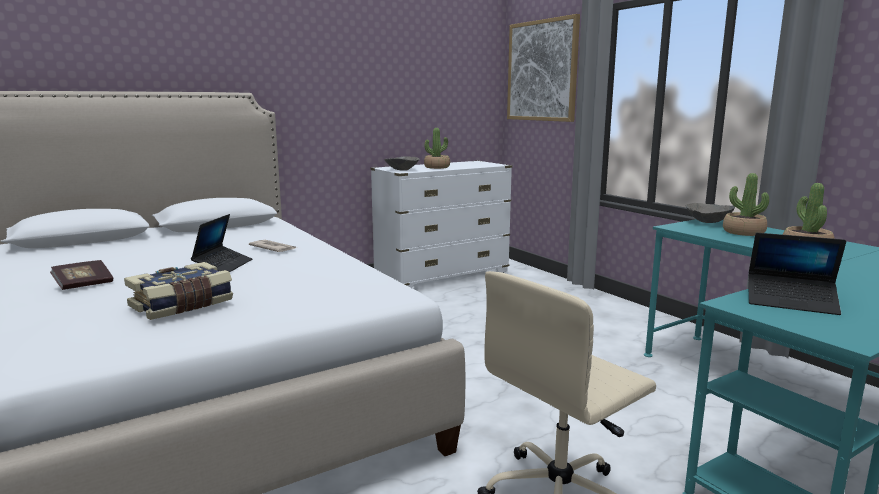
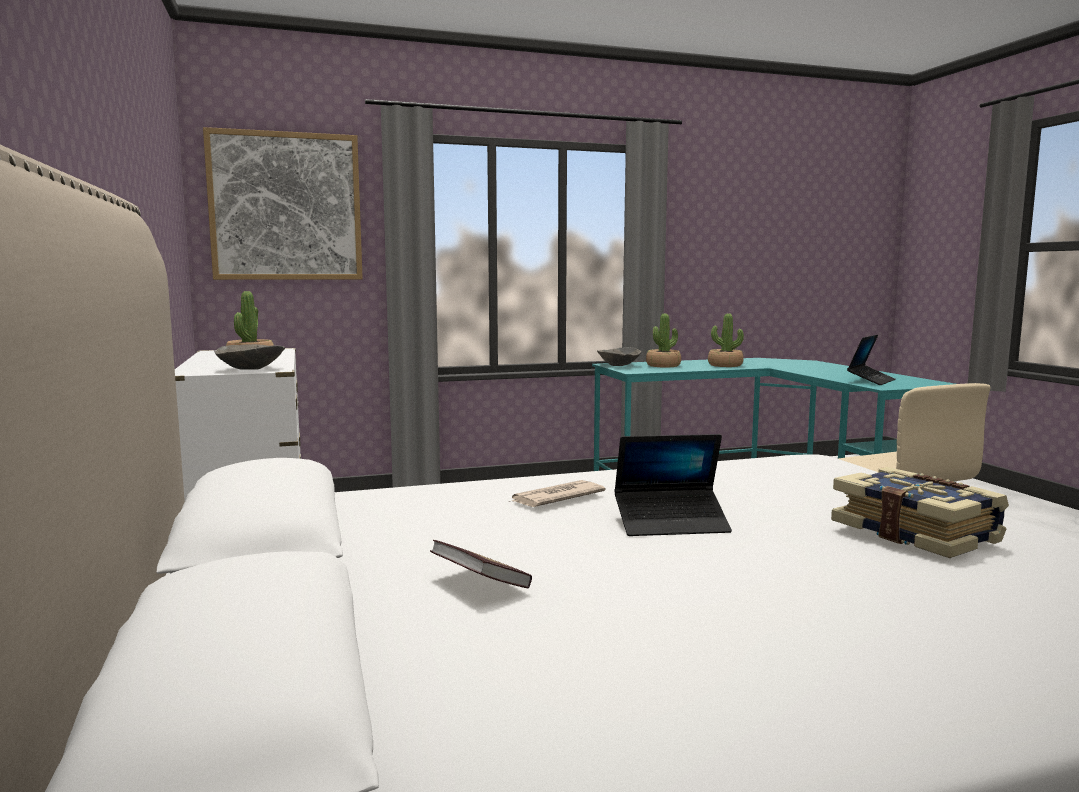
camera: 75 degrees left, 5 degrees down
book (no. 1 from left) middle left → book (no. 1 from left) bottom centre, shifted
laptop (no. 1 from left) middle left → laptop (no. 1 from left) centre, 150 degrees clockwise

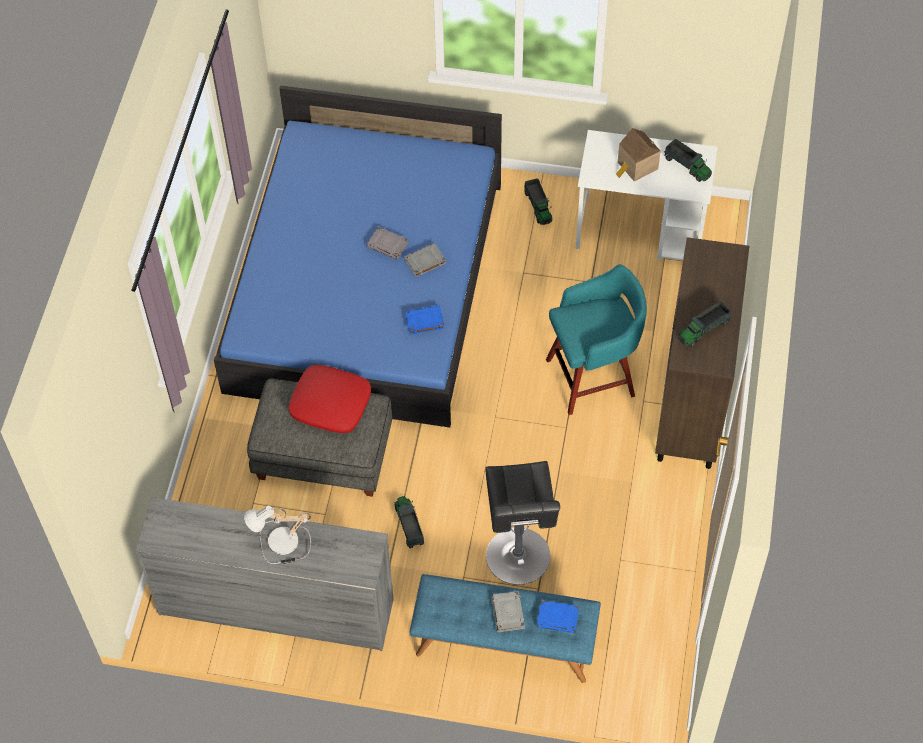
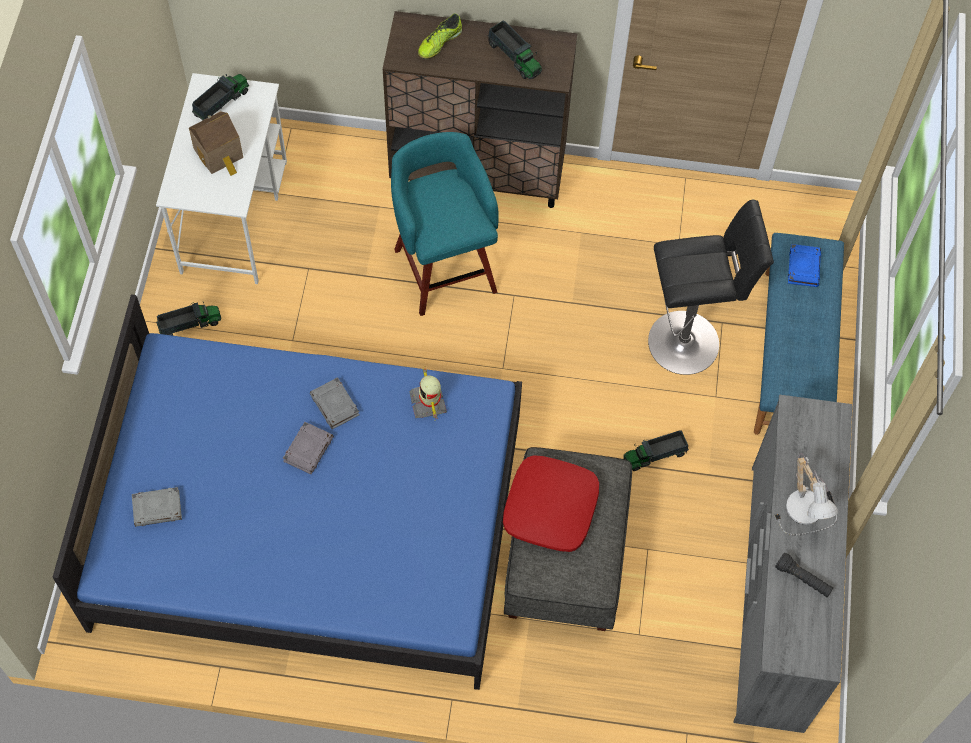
camera: 95 degrees left, 5 degrees up
blue book (no. 1 from left) centre → toy robot centre
grey book (no. 3 from left in the first image) bottom centre → grey book (no. 1 from left) bottom left, shifted
- → shoe top centre
- → black flashlight bottom right

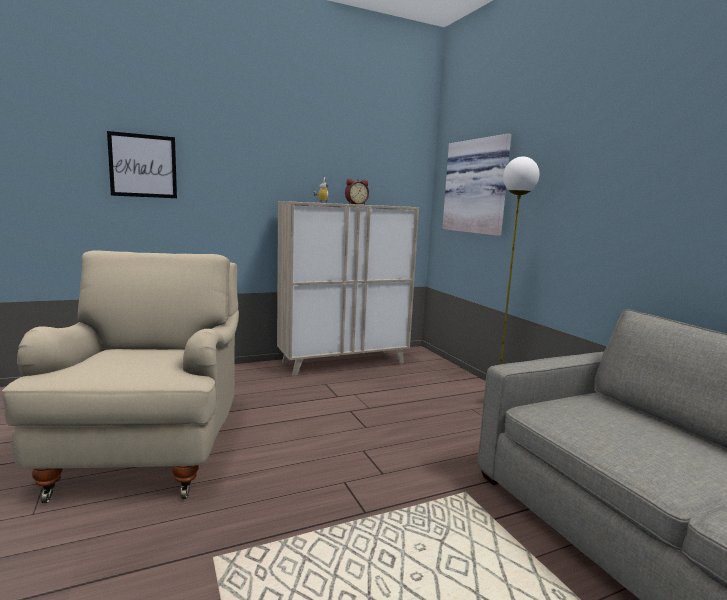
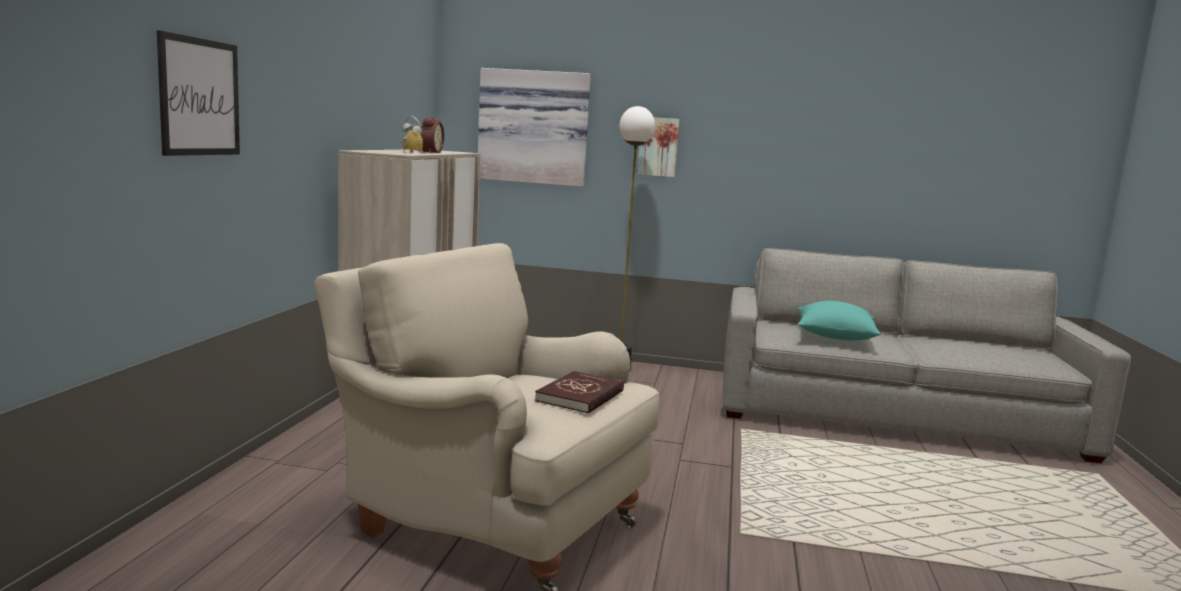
camera: 55 degrees left, 0 degrees up
- → red book centre
- → picture (no. 3 from left) top centre
- → turquoise pillow middle right

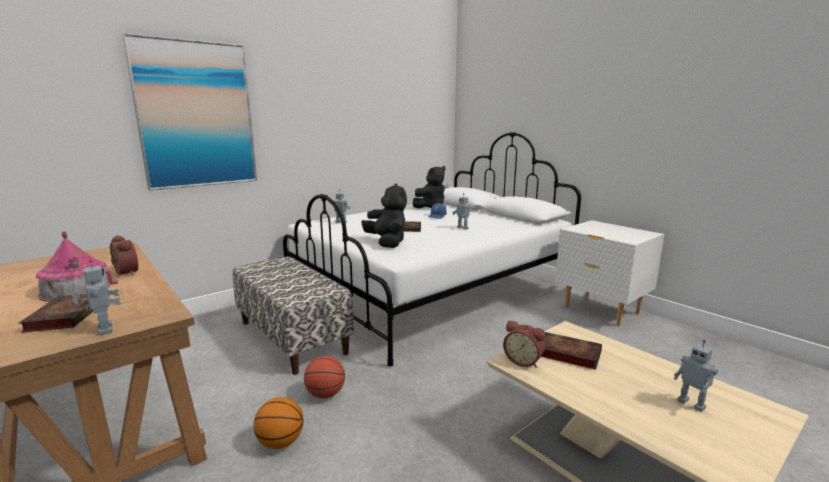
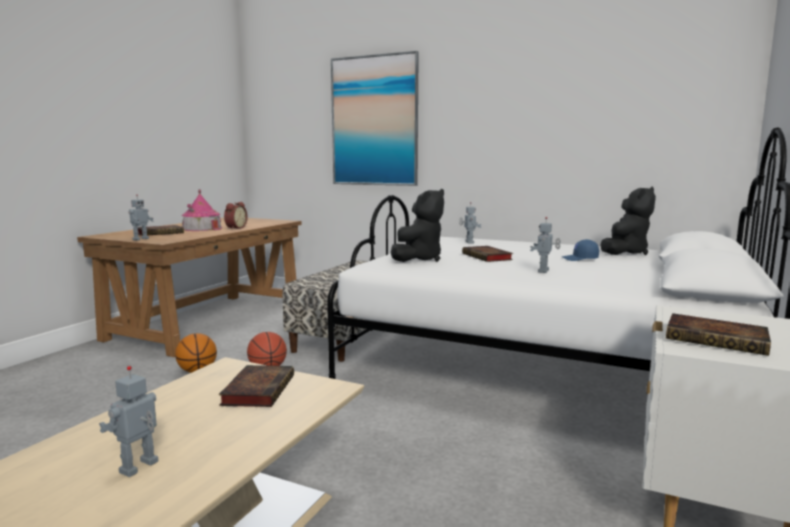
camera: 65 degrees right, 5 degrees down
black plush toy (no. 2 from left) centre → black plush toy (no. 2 from left) middle right, 75 degrees counterclockwise
alarm clock (no. 2 from left) bottom centre → -
- → book (no. 4 from left) middle right

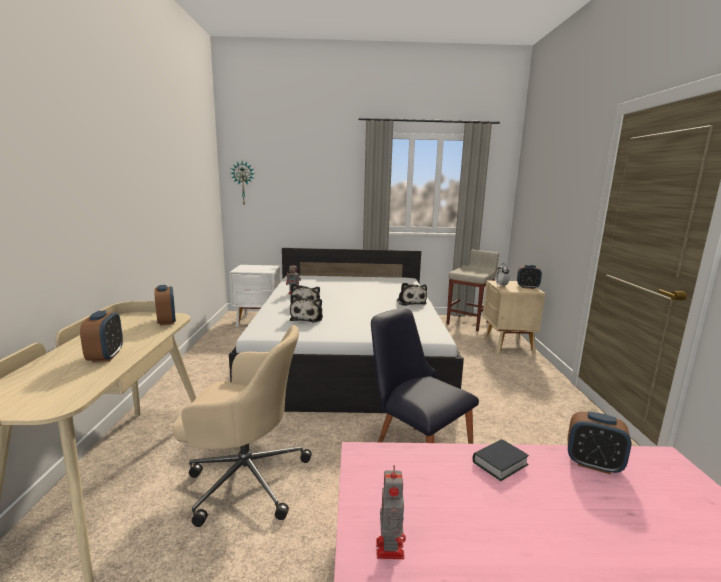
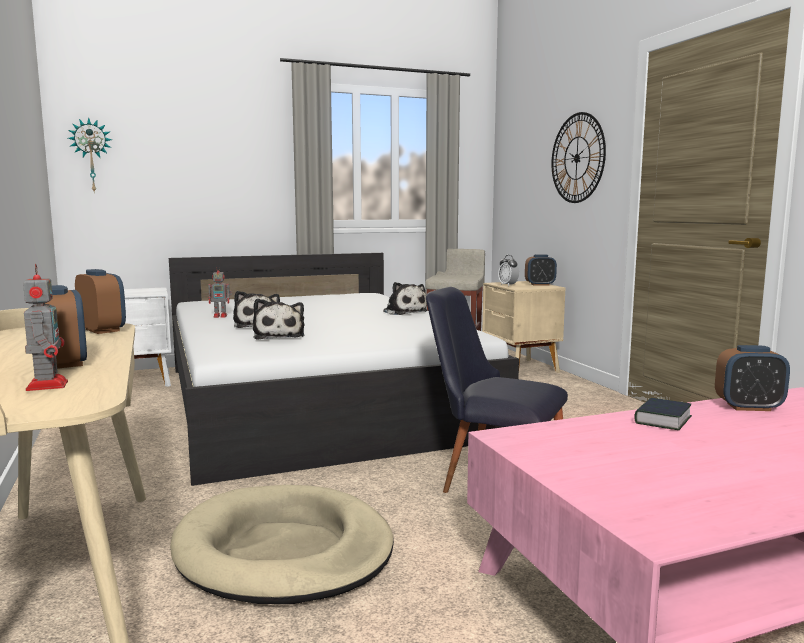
camera: 20 degrees left, 5 degrees down
beige office chair bottom centre → beige dog bed bottom centre
toy robot (no. 2 from left in the first image) bottom centre → toy robot (no. 1 from left) middle left, shifted
- → wall clock (no. 2 from left) top right

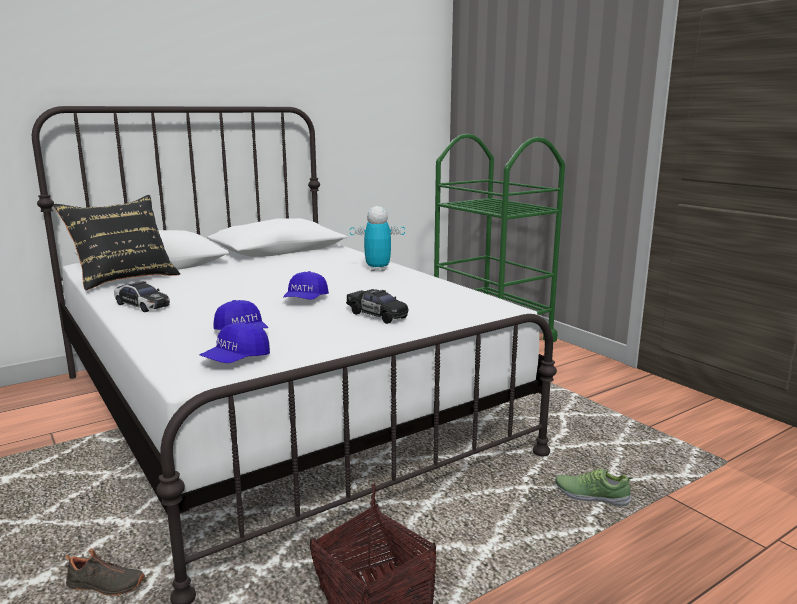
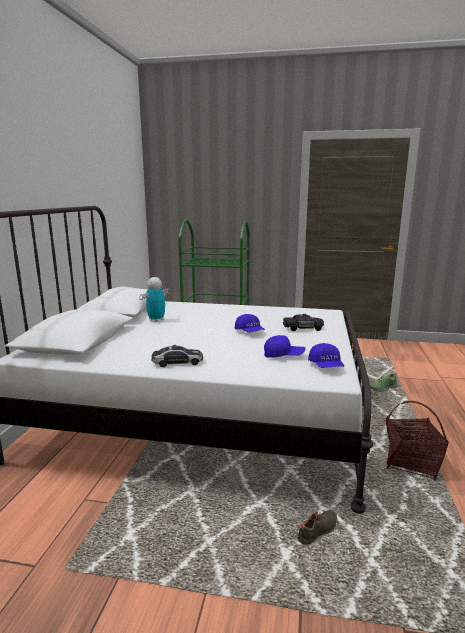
camera: 45 degrees left, 0 degrees up
black pillow middle left → -
toy robot centre → toy robot middle left, shifted

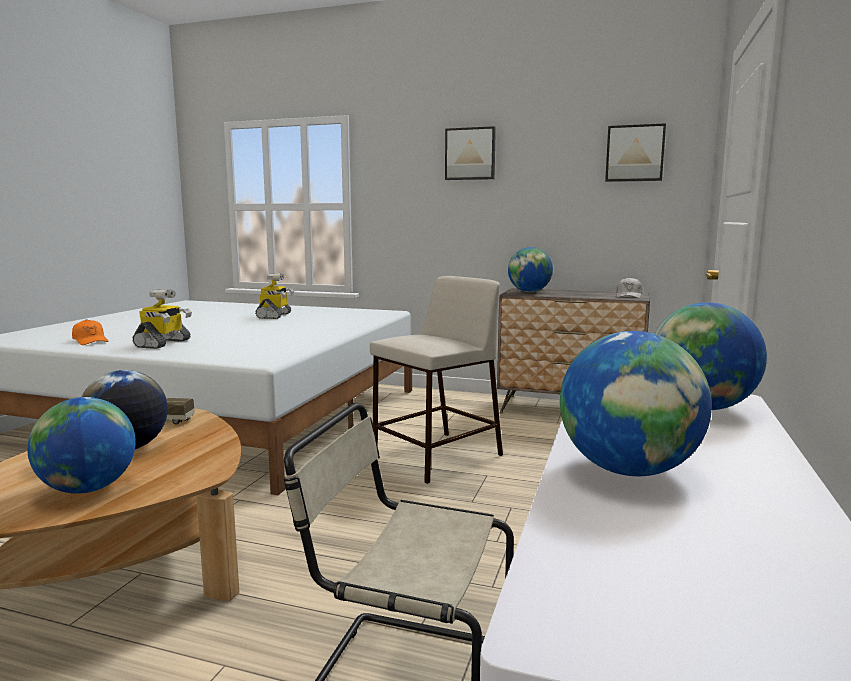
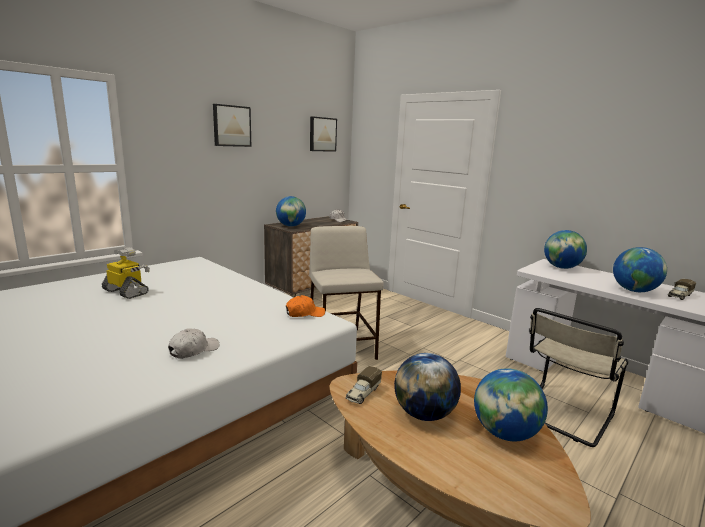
camera: 65 degrees left, 5 degrees up
orange cap middle left → orange cap centre, shifted
toy robot (no. 1 from left) middle left → white cap (no. 1 from left) middle left
- → toy truck (no. 2 from left) middle right

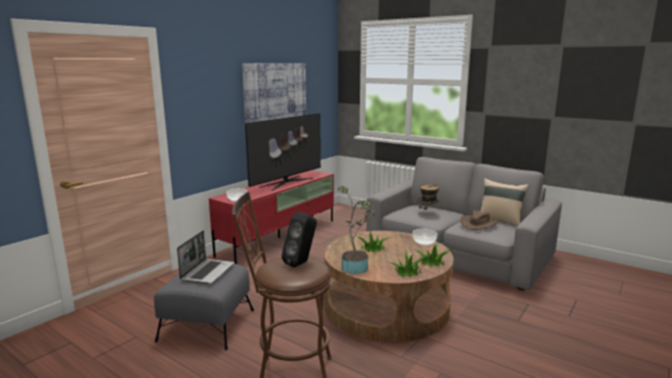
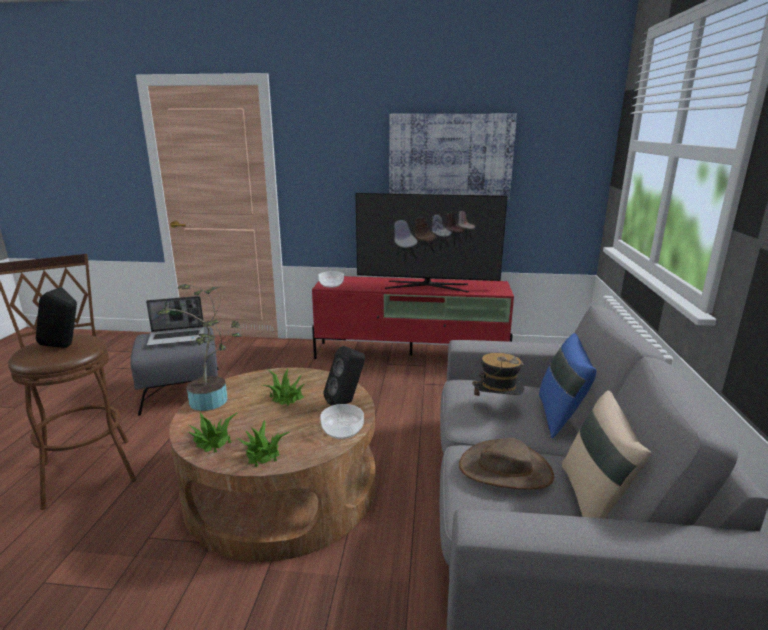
camera: 60 degrees right, 5 degrees up
- → black speaker (no. 2 from left) centre
- → blue pillow middle right

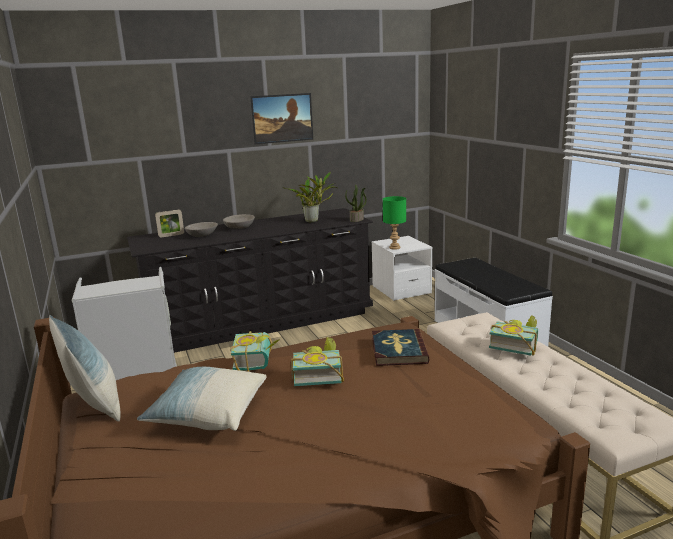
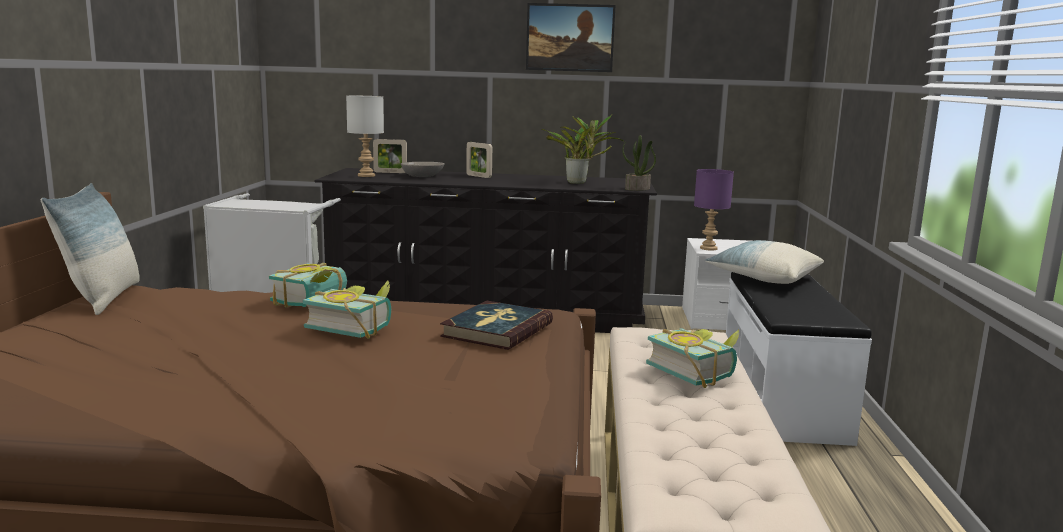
camera: 25 degrees right, 5 degrees down
pillow (no. 2 from left) bottom left → pillow (no. 2 from left) middle right, shifted
grey bowl (no. 2 from left) centre → picture frame (no. 2 from left) top centre
green table lamp centre → purple table lamp middle right
- → grey table lamp top centre

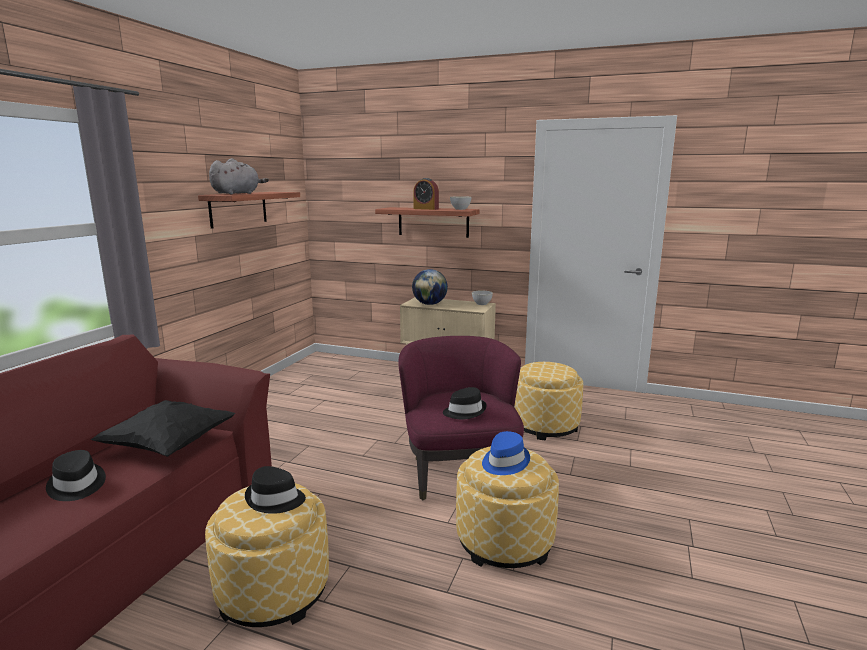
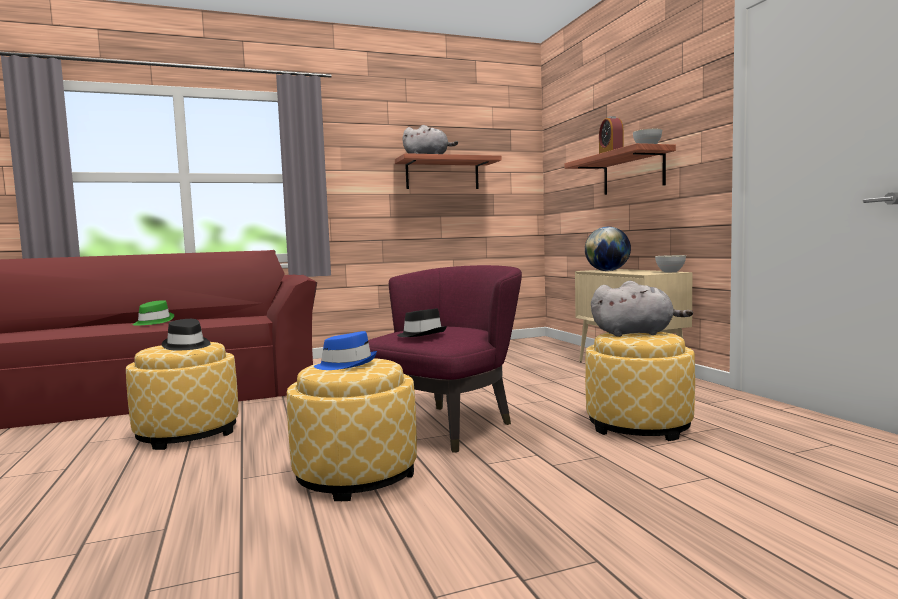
camera: 50 degrees right, 10 degrees down
black hat (no. 1 from left) bottom left → green hat middle left
black pillow middle left → -
- → grey plush toy (no. 2 from left) middle right

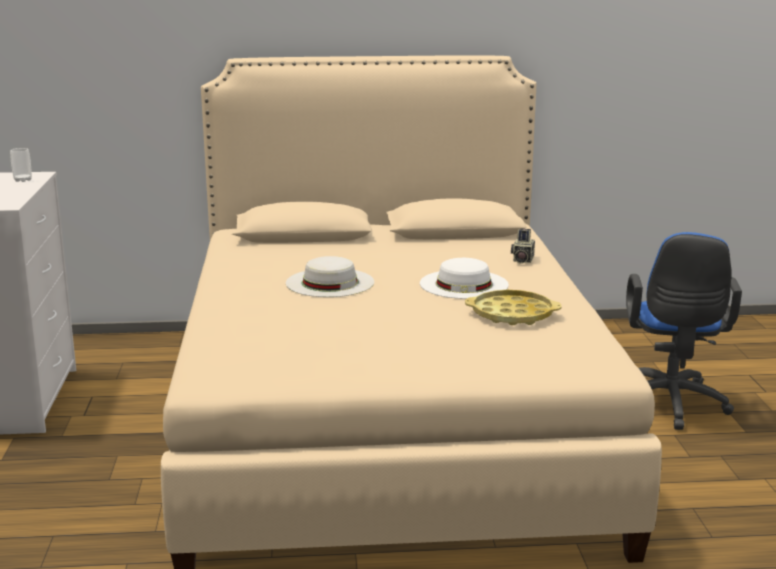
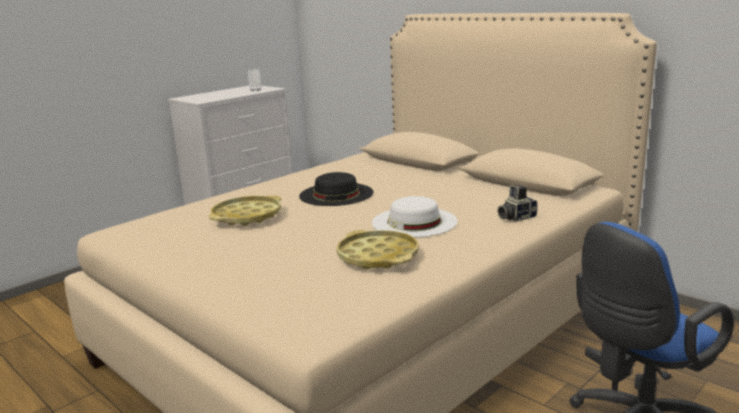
camera: 50 degrees right, 0 degrees up
white hat (no. 1 from left) centre → black hat centre
- → yellow tray (no. 1 from left) middle left

